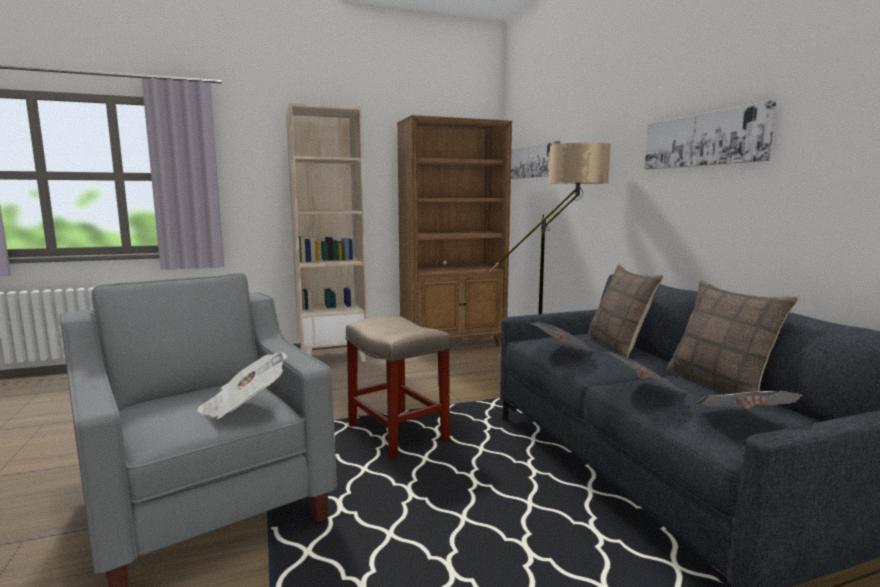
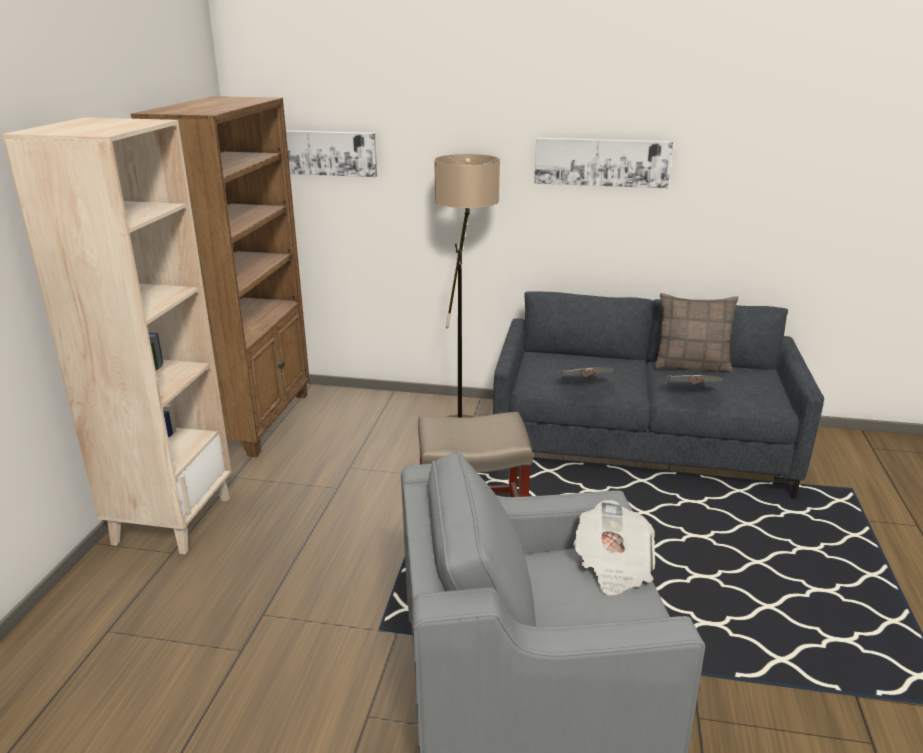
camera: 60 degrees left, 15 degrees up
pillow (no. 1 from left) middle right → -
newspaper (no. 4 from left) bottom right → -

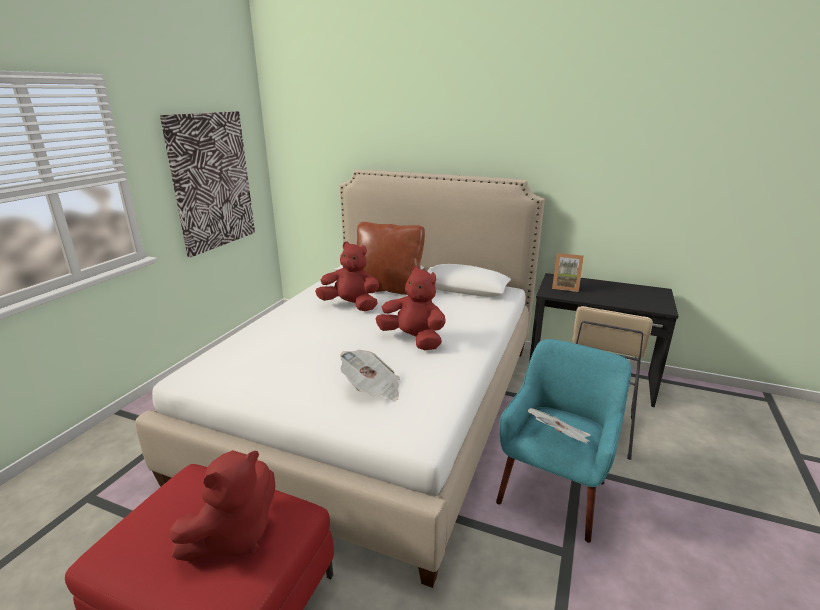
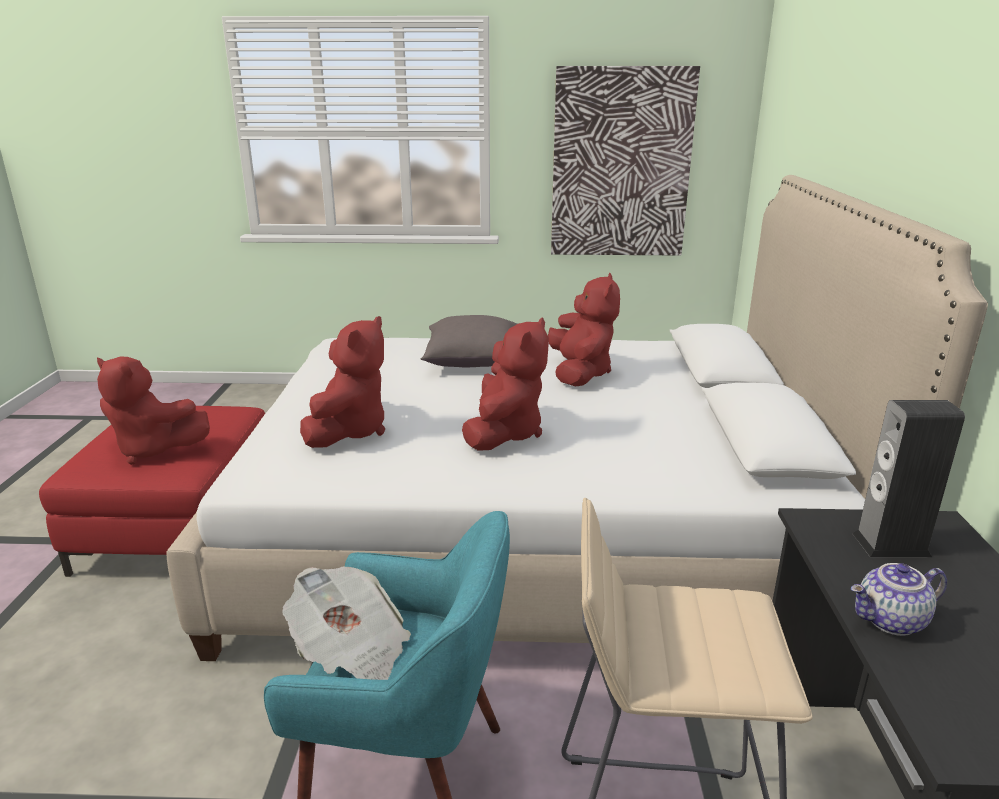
camera: 70 degrees right, 0 degrees up
newspaper (no. 1 from left) centre → red plush toy (no. 2 from left) centre
brown pillow centre → -
picture frame middle right → speaker middle right
- → grey pillow centre
- → teapot bottom right

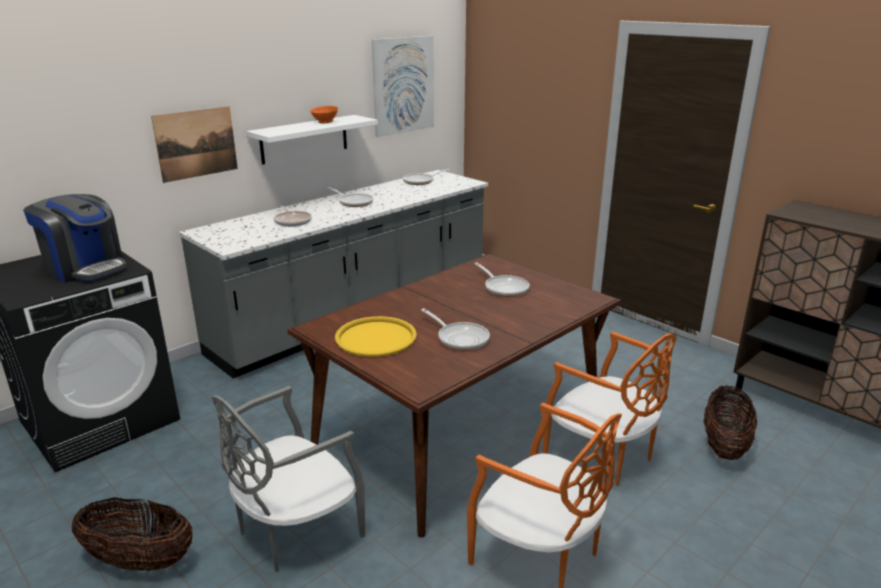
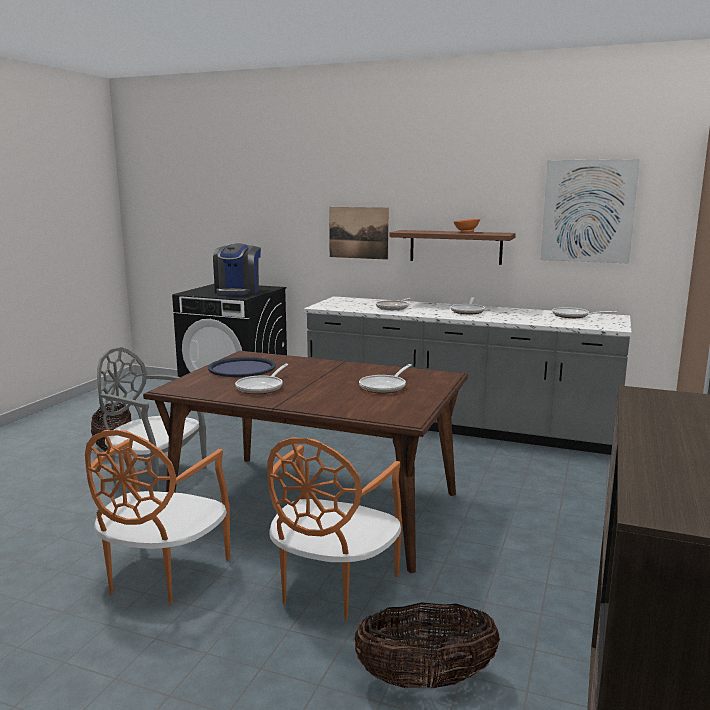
camera: 65 degrees right, 10 degrees down
white shelf top centre → brown shelf centre
yellow tray centre → blue tray centre

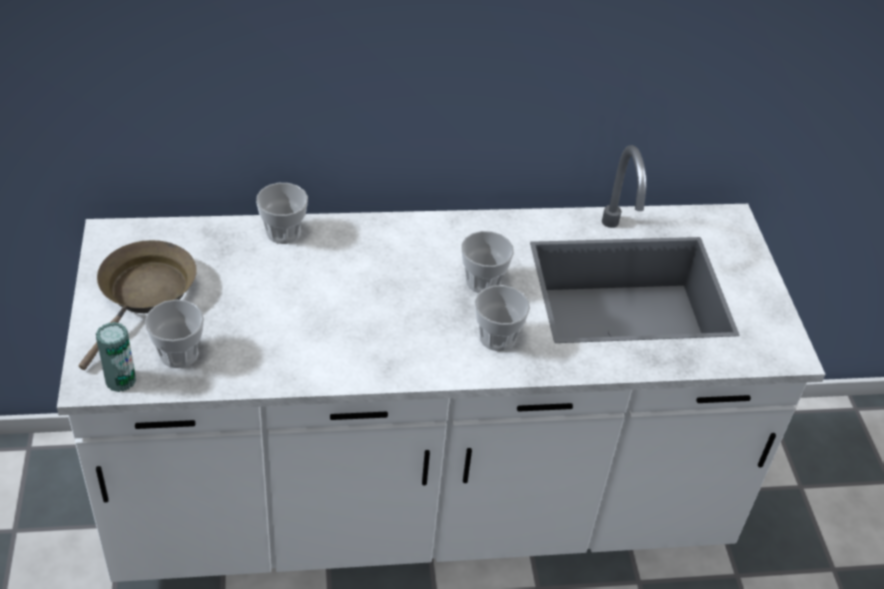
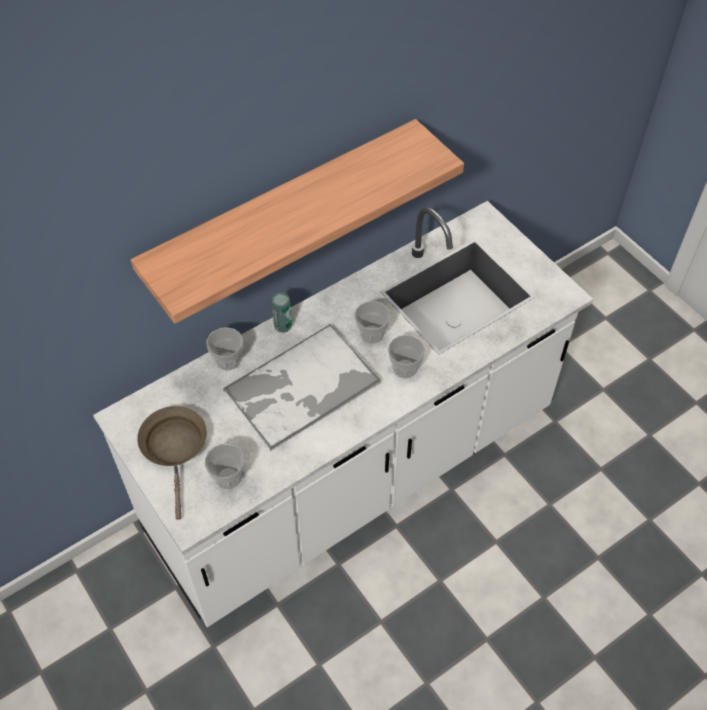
camera: 25 degrees left, 10 degrees up
can middle left → can centre, shifted
- → shelf top centre
- → tray centre

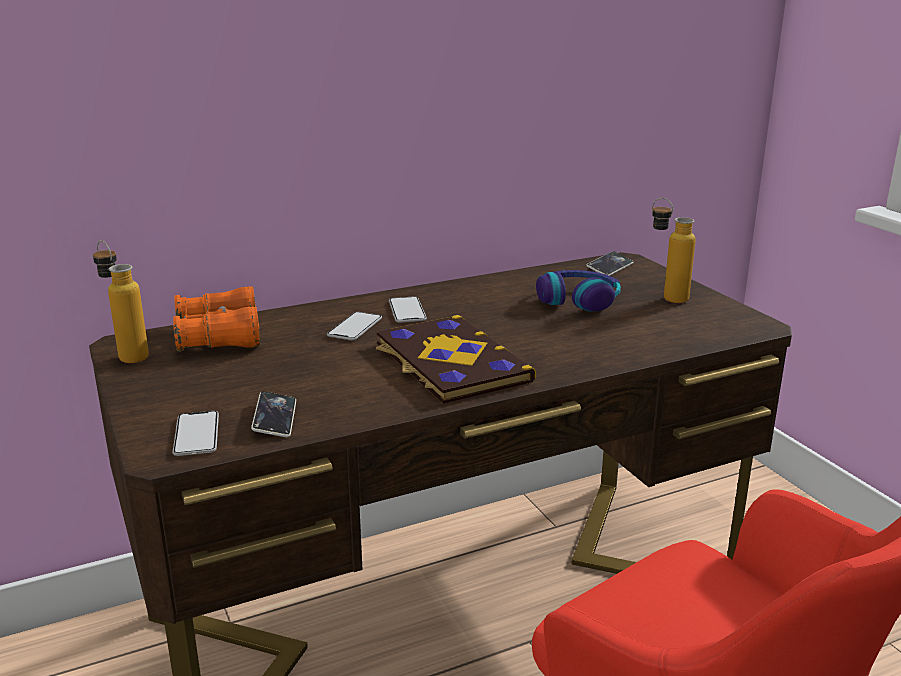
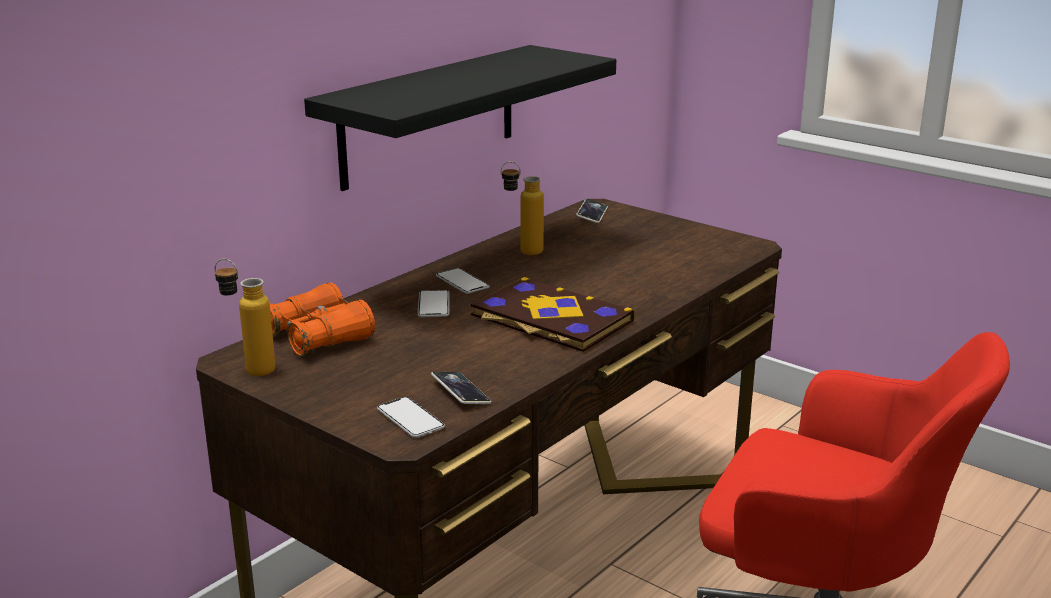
camera: 25 degrees left, 0 degrees up
headphones centre → -
bottle (no. 2 from left) middle right → bottle (no. 2 from left) centre, shifted
- → black shelf top centre

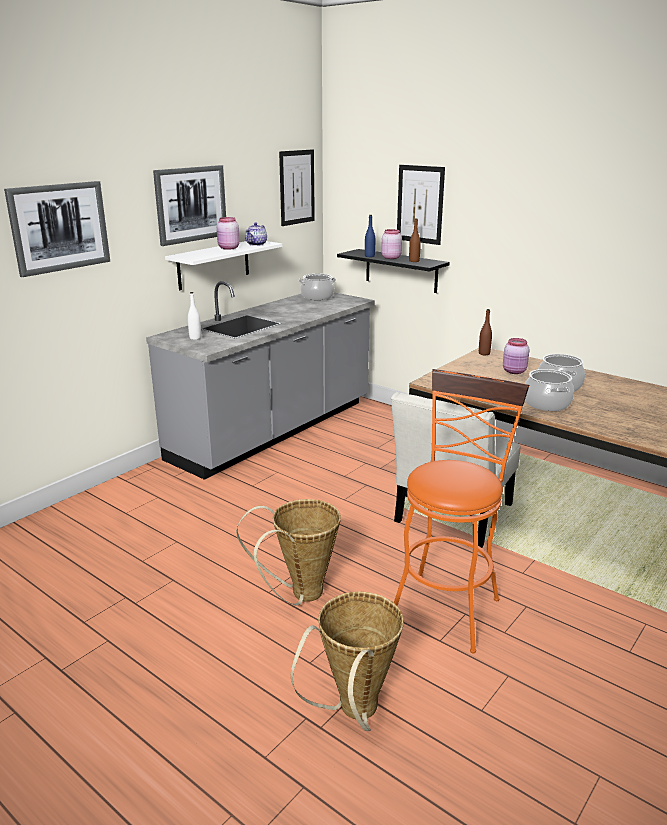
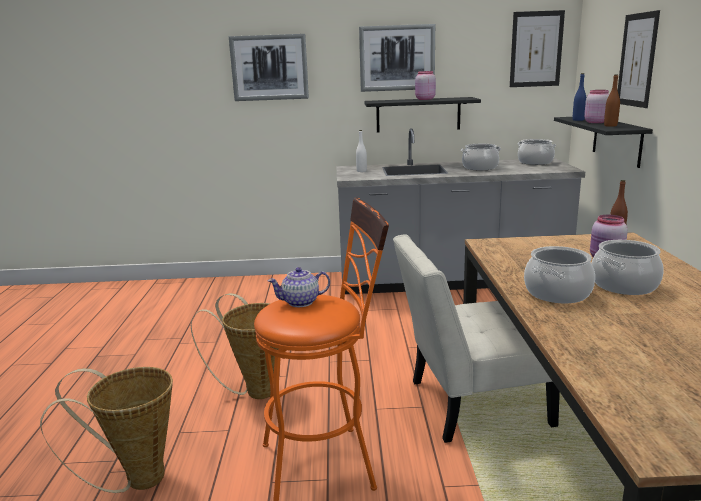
camera: 50 degrees right, 5 degrees down
white shelf top centre → black shelf (no. 1 from left) top centre
teapot top centre → teapot centre, shifted
- → cooking pot (no. 1 from left) top right

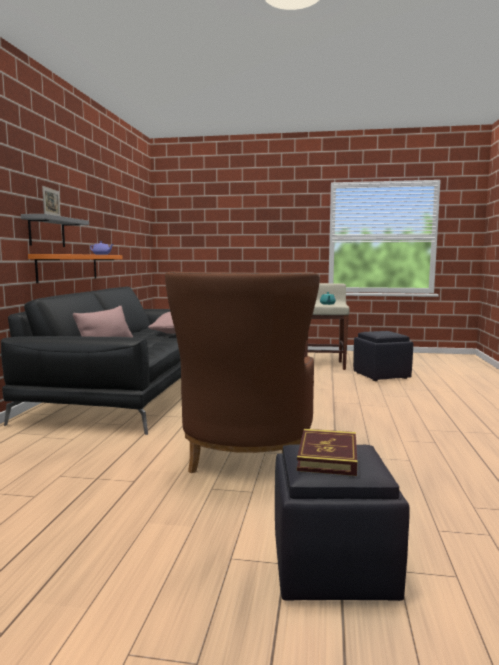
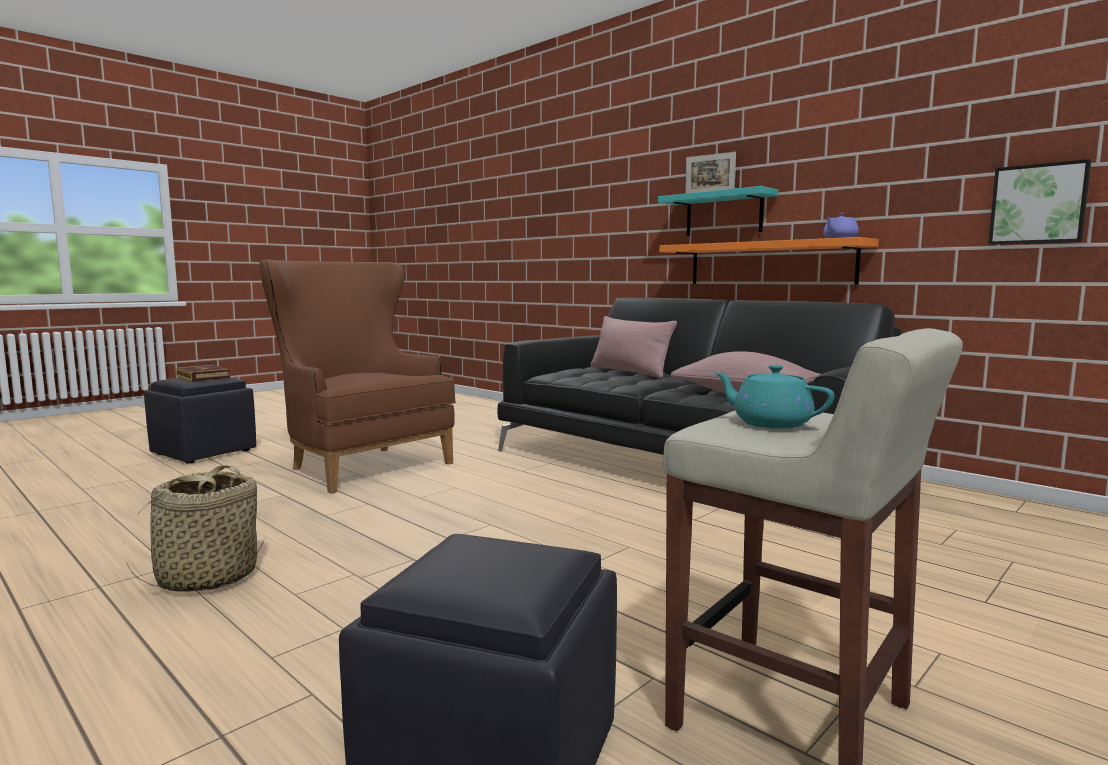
camera: 125 degrees right, 0 degrees up
grey shelf middle left → turquoise shelf top centre
- → basket bottom left
- → picture top right

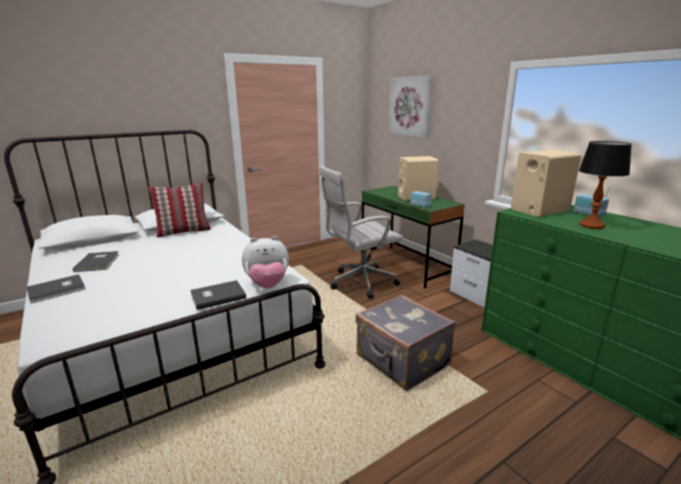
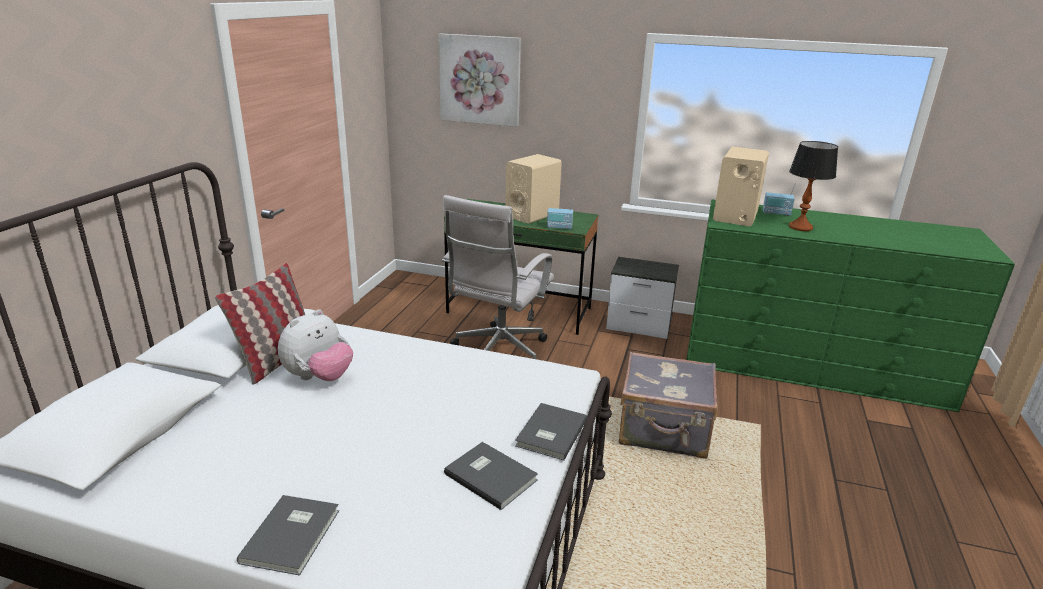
camera: 40 degrees left, 5 degrees up
grey book (no. 2 from left) middle left → grey book (no. 2 from left) bottom centre, shifted
plush toy centre → plush toy middle left, shifted

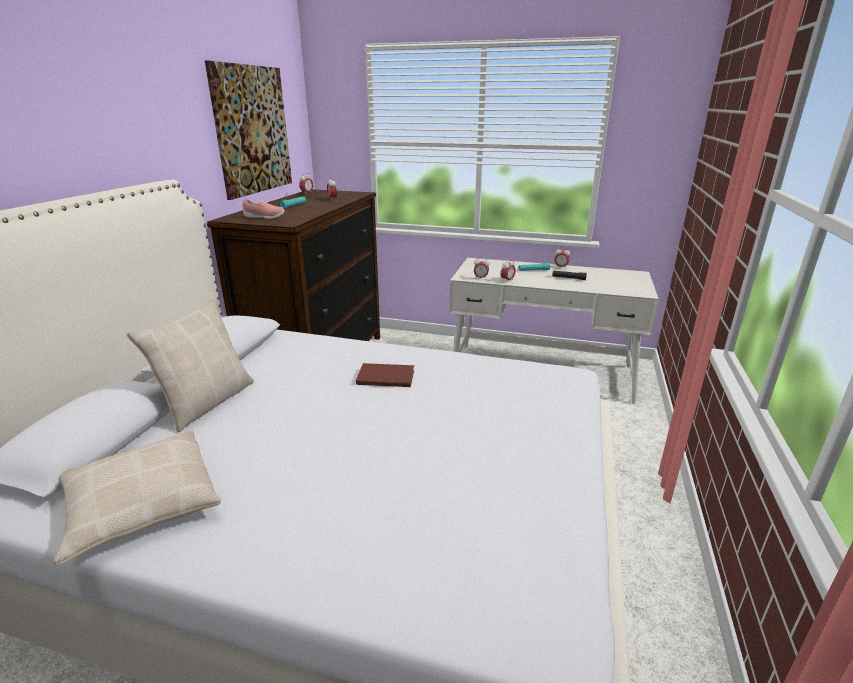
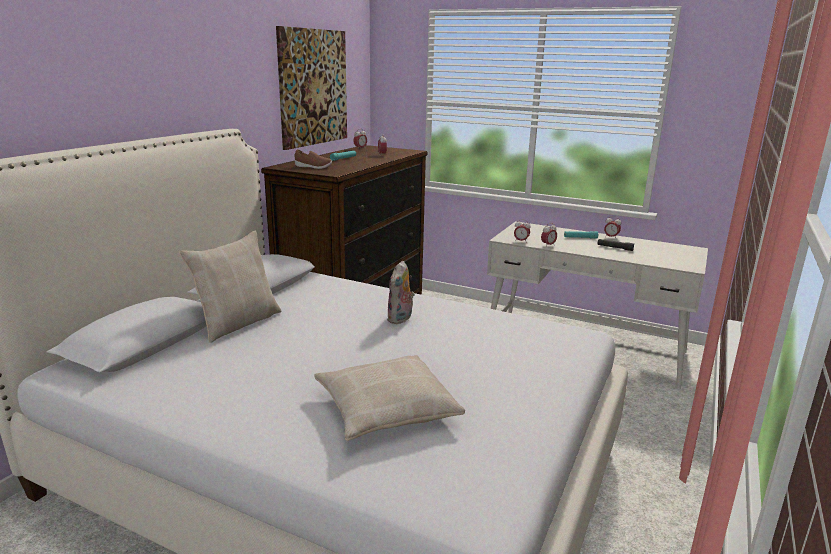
camera: 10 degrees right, 5 degrees down
beige pillow (no. 1 from left in the first image) bottom left → beige pillow (no. 2 from left) bottom centre, shifted
pink shoe top left → brown shoe top centre
brown book centre → plush toy centre

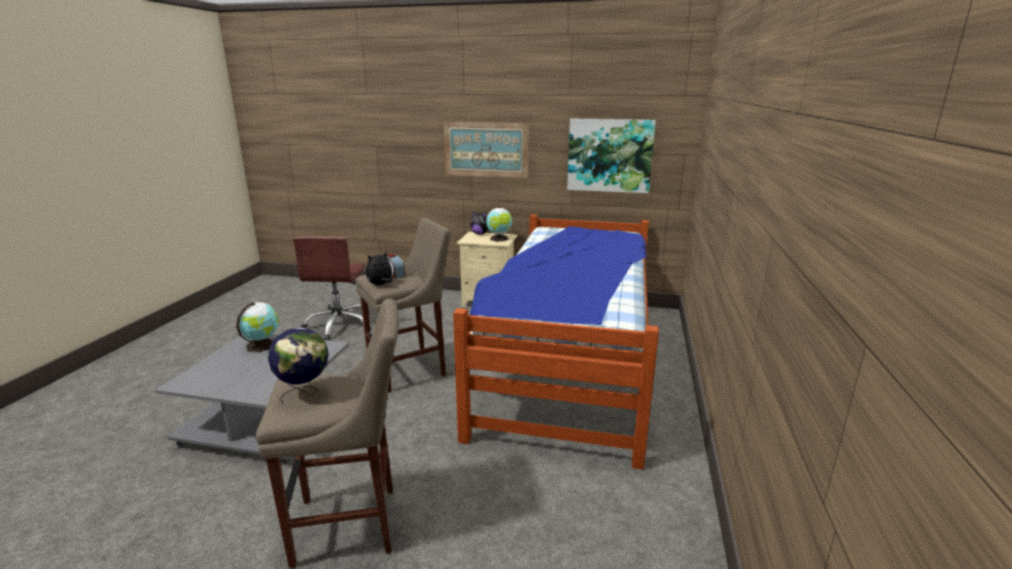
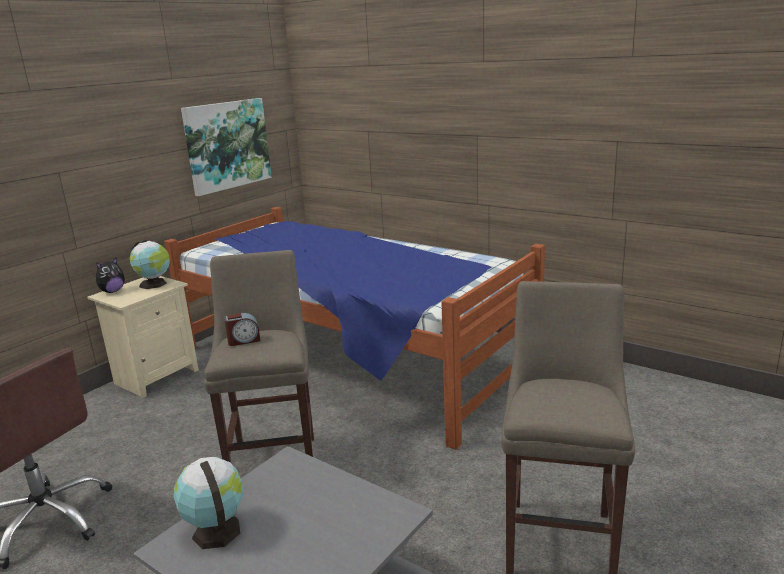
camera: 65 degrees left, 0 degrees up
globe (no. 2 from left) middle left → -
plush toy (no. 1 from left) centre → -
picture (no. 1 from left) top centre → -

